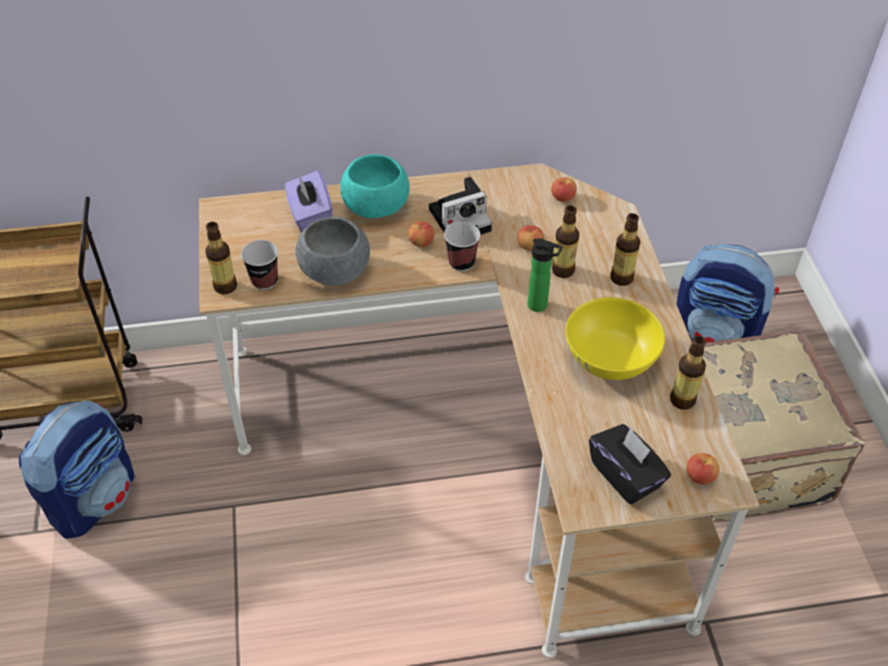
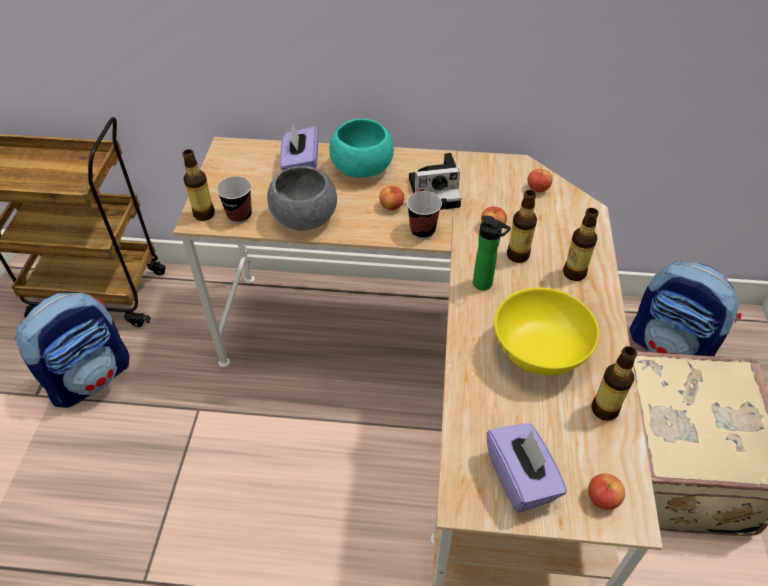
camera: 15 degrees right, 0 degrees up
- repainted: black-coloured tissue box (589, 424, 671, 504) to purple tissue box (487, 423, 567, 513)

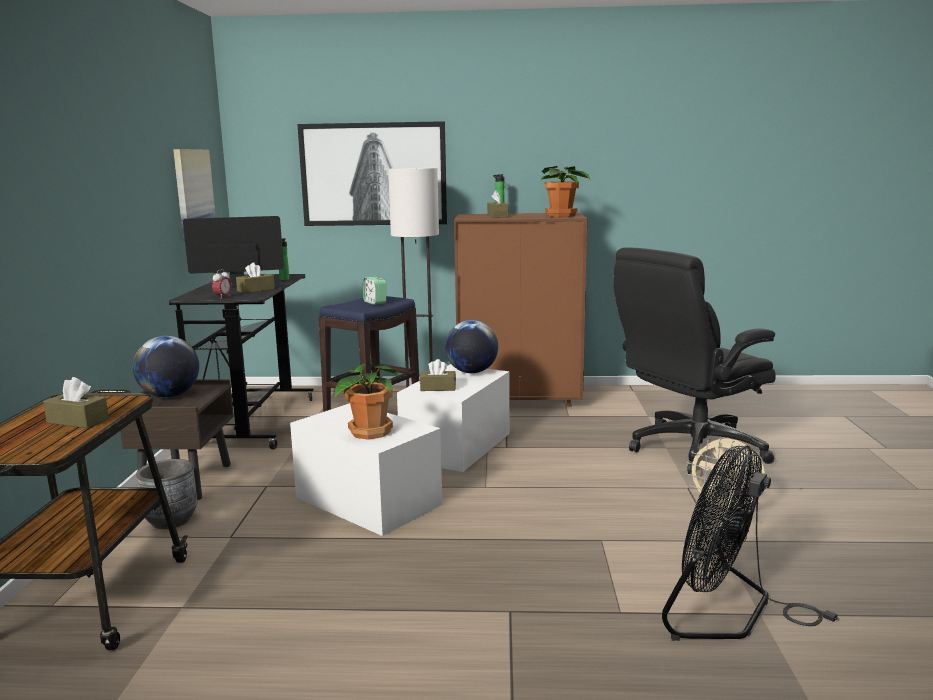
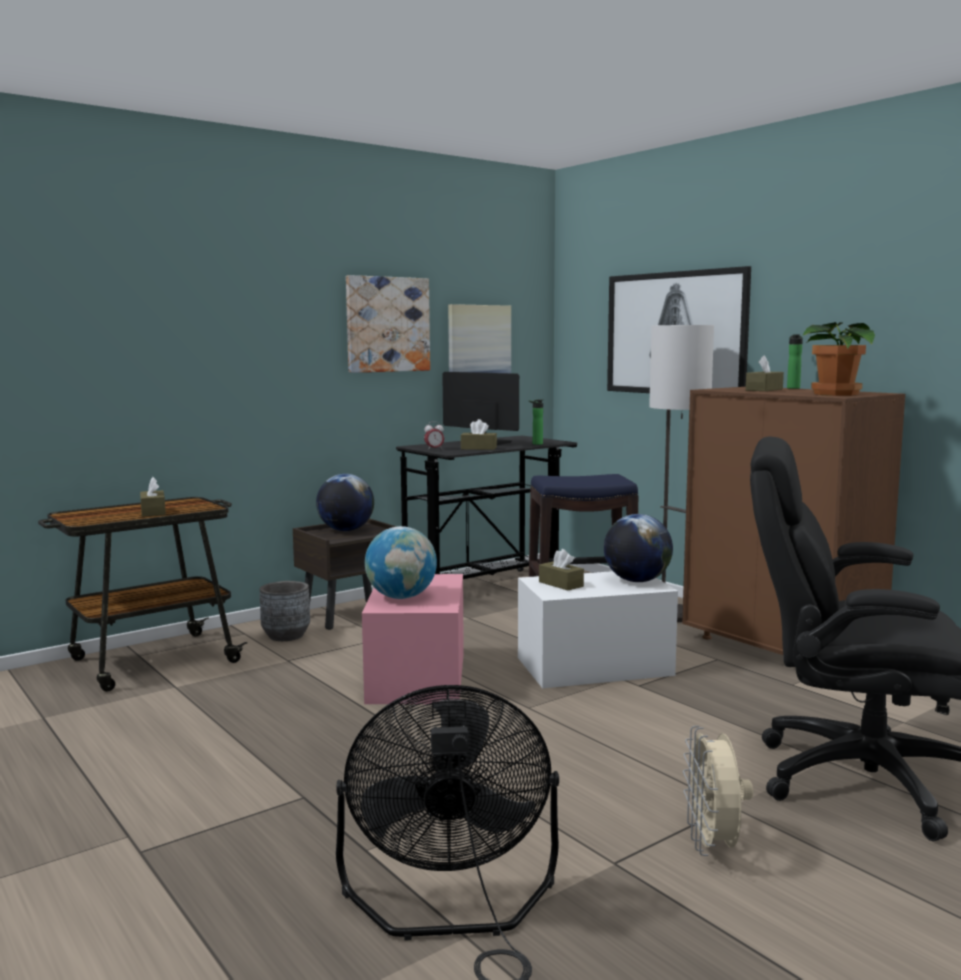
camera: 50 degrees right, 5 degrees down
- gone: bedside clock (363, 277, 386, 305)
- new: wall picture (346, 275, 430, 373)
- swapped: plant in a pot (335, 364, 398, 440) to world globe (365, 526, 437, 599)
- repainted: whitish storage container (290, 403, 442, 536) to pink-coloured storage container (362, 574, 464, 704)

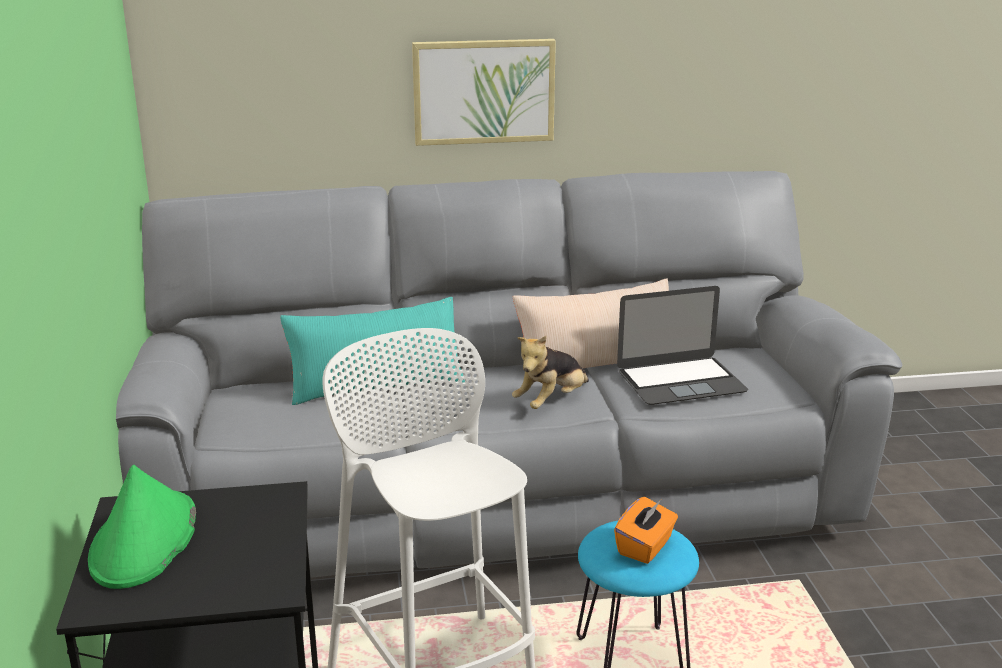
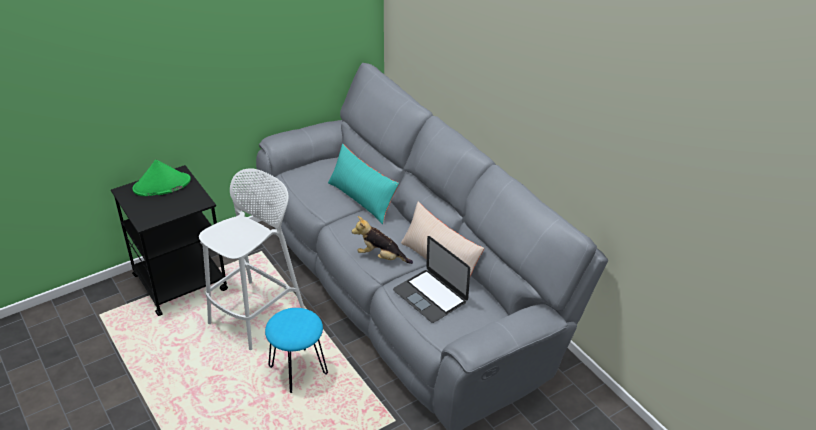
camera: 65 degrees right, 15 degrees up
- gone: wall picture (412, 39, 556, 146)
- gone: orange tissue box (614, 497, 678, 564)

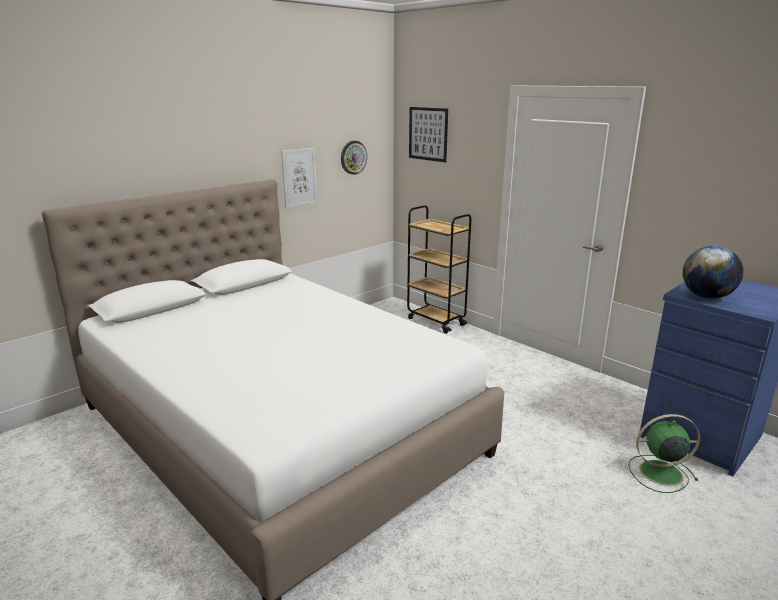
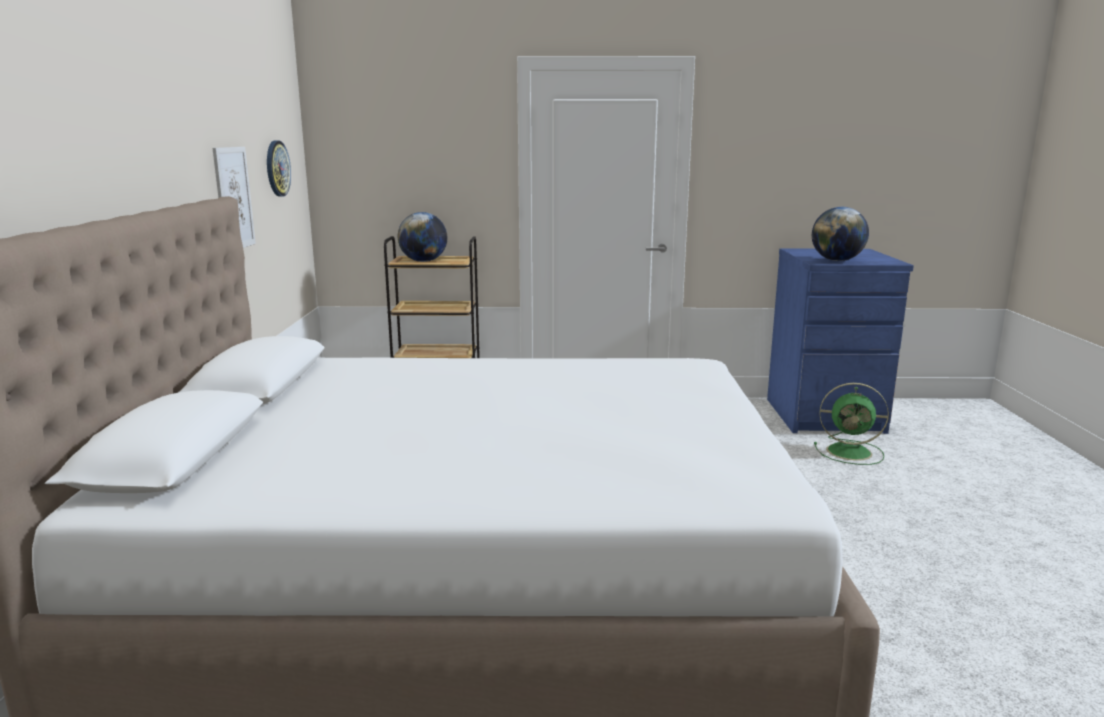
camera: 45 degrees left, 5 degrees down
- gone: wall picture (409, 107, 448, 162)
- new: world globe (398, 212, 447, 262)
- rotated: green-coloured fan (628, 414, 700, 493) = (814, 383, 889, 465) 120 degrees counterclockwise

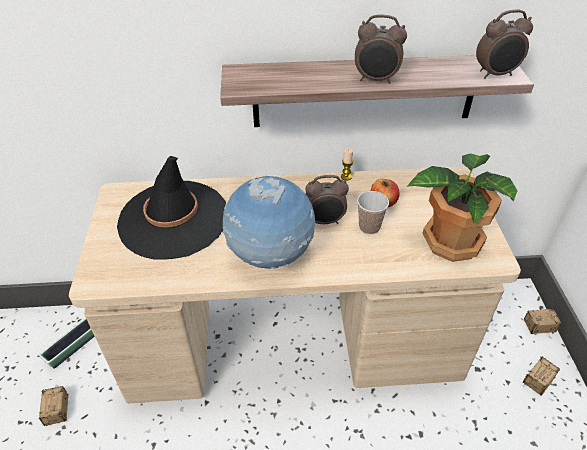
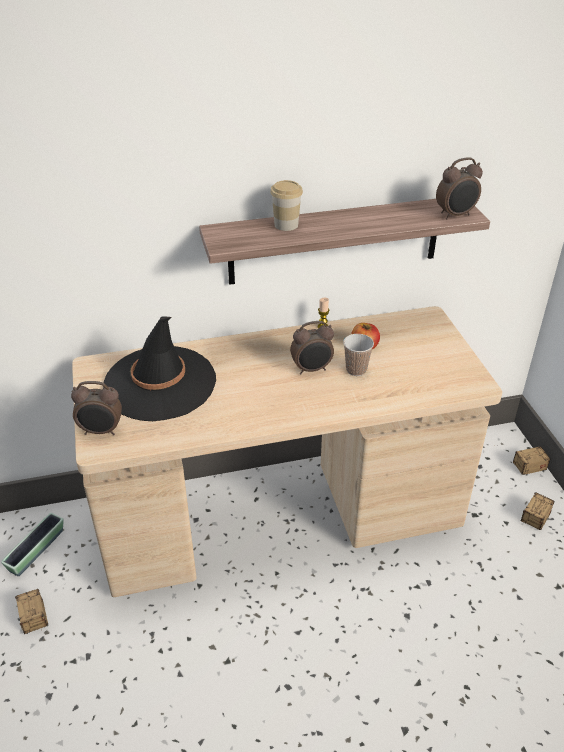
camera: 10 degrees left, 5 degrees down
- gone: world globe (223, 176, 315, 269)
- gone: plant in a pot (407, 153, 518, 262)
- new: drinking cup (270, 180, 303, 231)
- shifted: bedside clock (355, 15, 407, 84) to (71, 381, 122, 435)

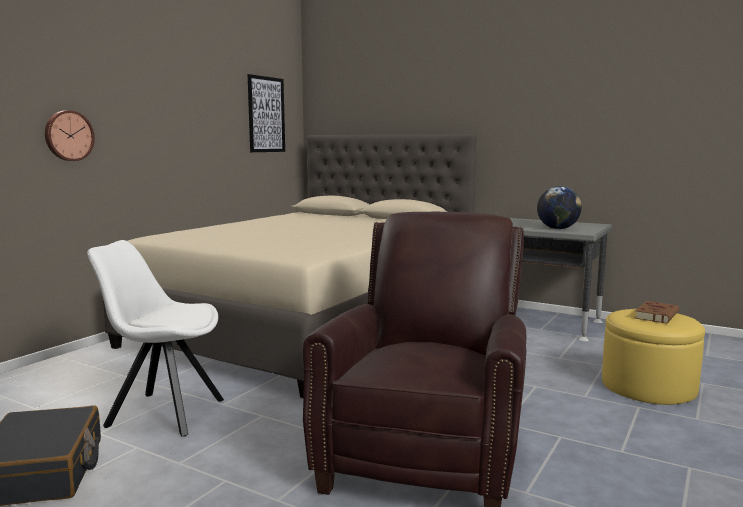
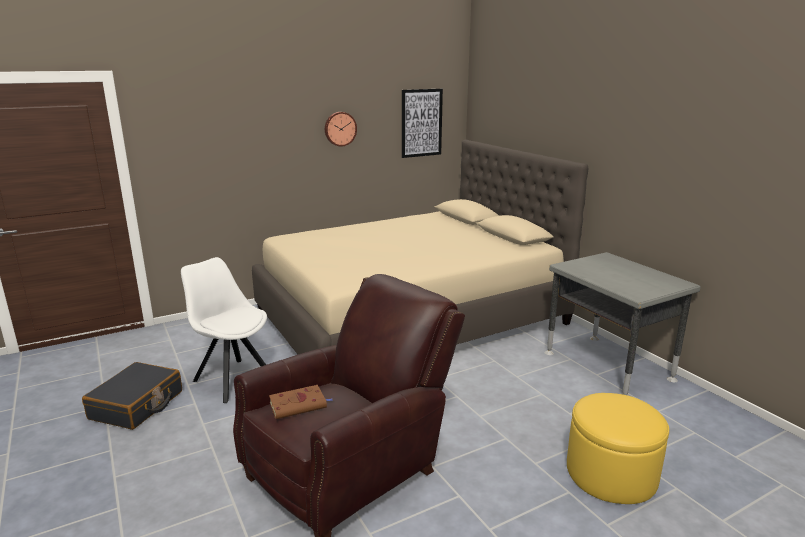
camera: 30 degrees right, 10 degrees up
- gone: world globe (537, 186, 582, 229)
- shifted: hanging clock (45, 110, 95, 161) to (325, 112, 357, 146)
- shifted: brownish book (635, 301, 679, 323) to (269, 385, 333, 419)

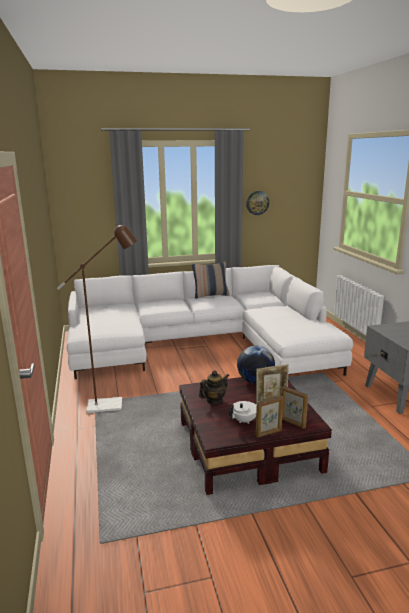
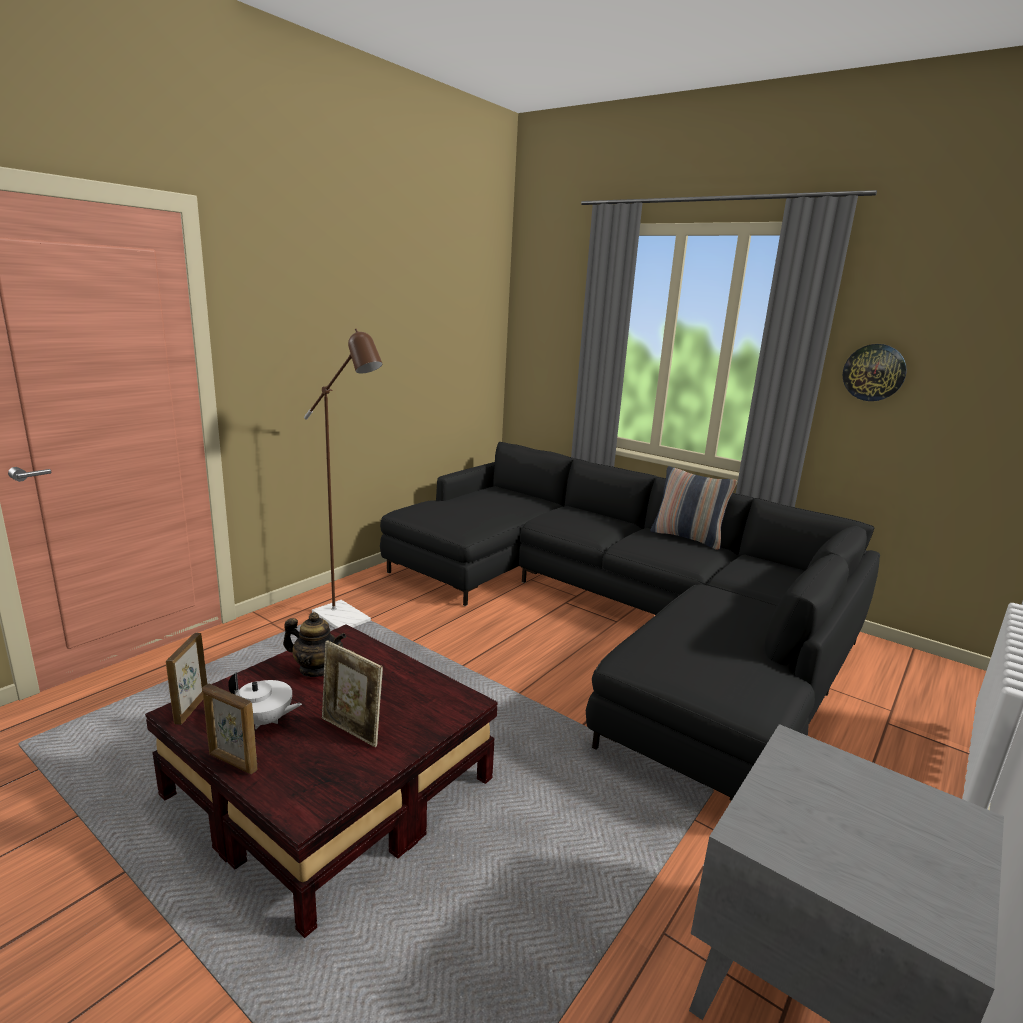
camera: 50 degrees right, 0 degrees up
- gone: world globe (237, 346, 275, 384)
- shifted: picture frame (282, 386, 308, 429) to (166, 633, 207, 725)
- repainted: whitish settee (67, 265, 353, 379) to black-coloured settee (380, 442, 880, 801)

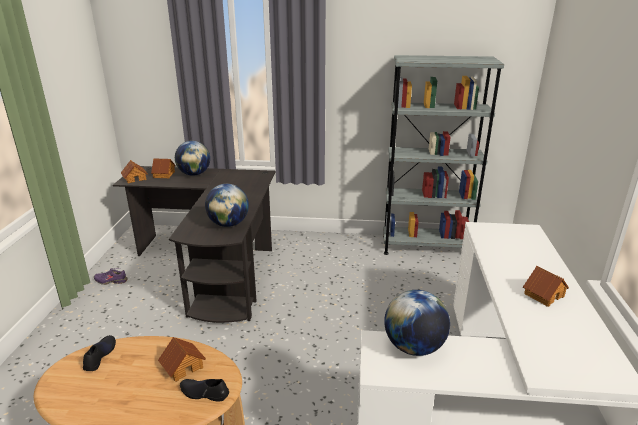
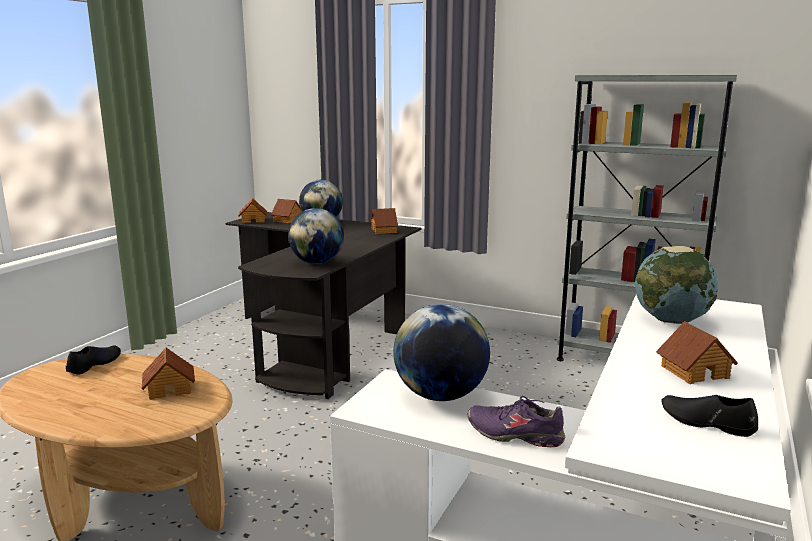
camera: 20 degrees right, 10 degrees down
- new: toy house (370, 208, 398, 234)
- new: world globe (635, 246, 718, 324)
- shifted: purple shoe (94, 268, 128, 285) to (468, 396, 565, 447)
- shifted: black-coloured shoe (180, 379, 229, 401) to (661, 395, 758, 437)

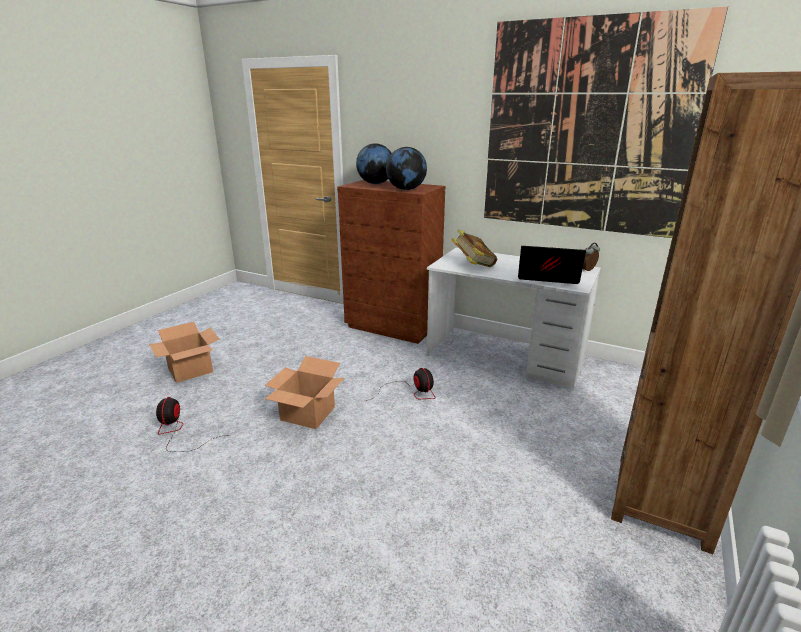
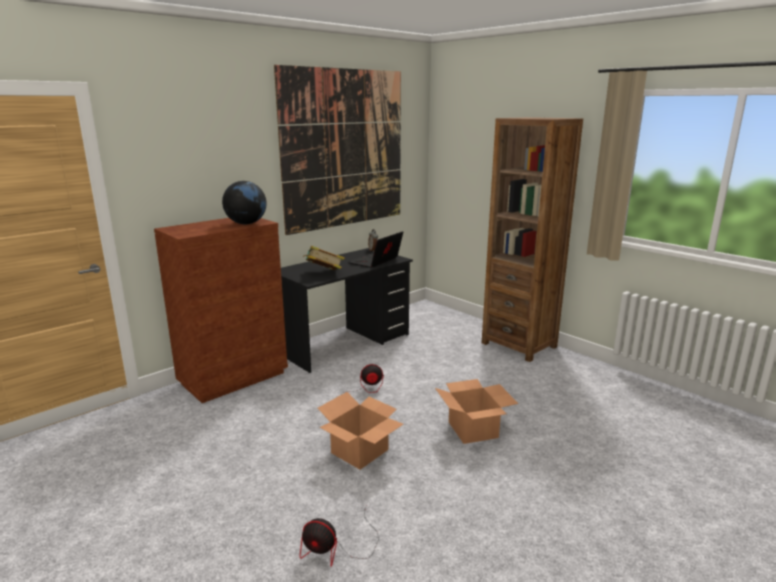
camera: 70 degrees left, 5 degrees down
- gone: world globe (356, 143, 392, 184)
- shifted: packing box (149, 322, 219, 383) to (435, 379, 518, 444)
- repainted: whitish desk table (427, 247, 601, 391) to black-coloured desk table (281, 248, 413, 373)

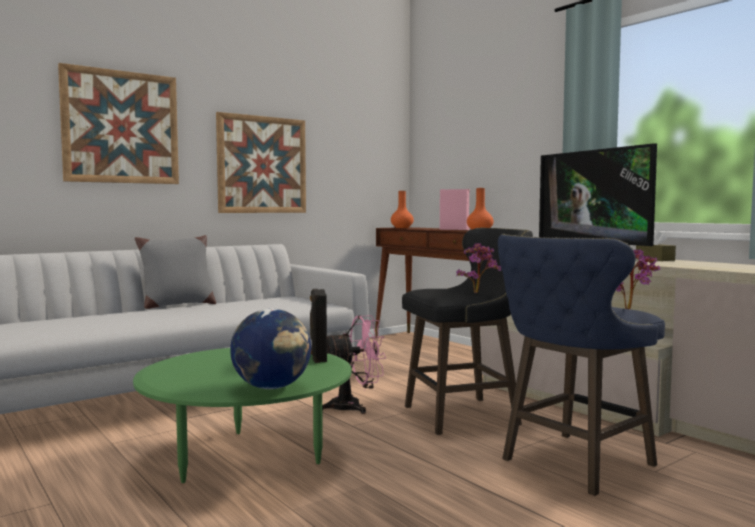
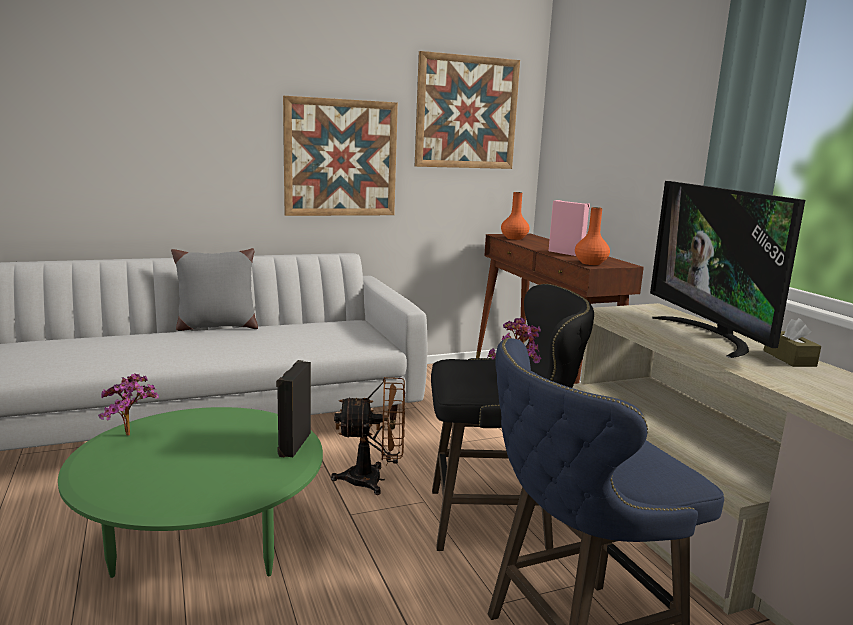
camera: 15 degrees right, 10 degrees up
- gone: world globe (230, 309, 311, 389)
- shifted: wall picture (58, 63, 179, 184) to (415, 51, 520, 169)
- shifted: plant in a pot (616, 249, 660, 309) to (98, 373, 159, 436)
- repainted: pink-coloured fan (322, 315, 386, 414) to brownish fan (331, 377, 405, 495)

